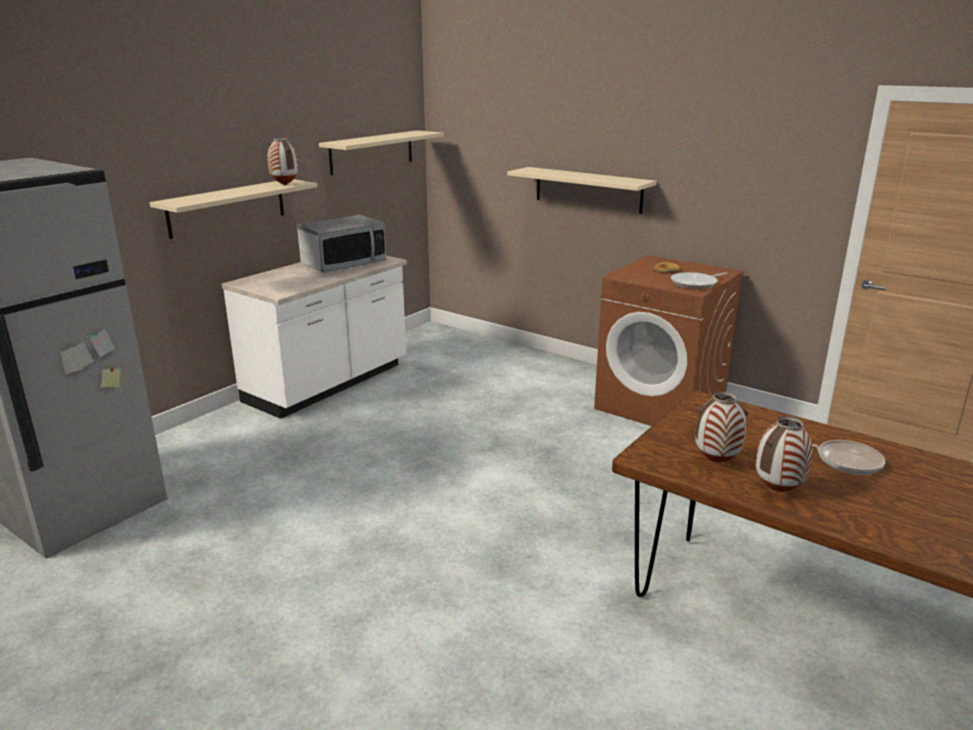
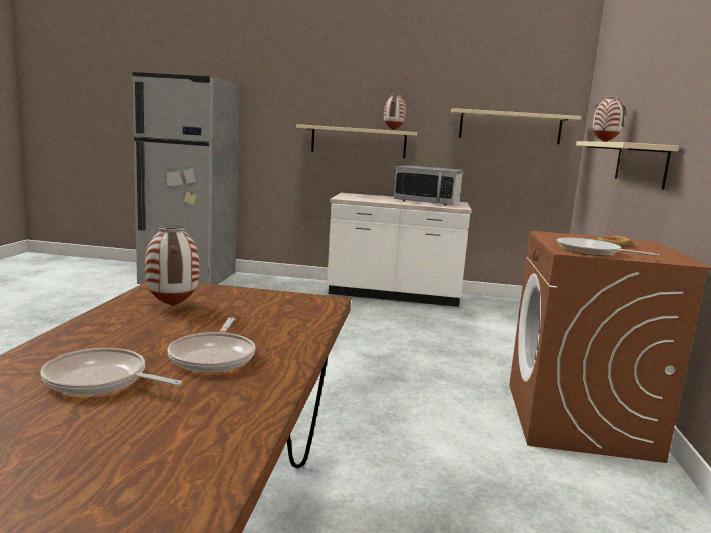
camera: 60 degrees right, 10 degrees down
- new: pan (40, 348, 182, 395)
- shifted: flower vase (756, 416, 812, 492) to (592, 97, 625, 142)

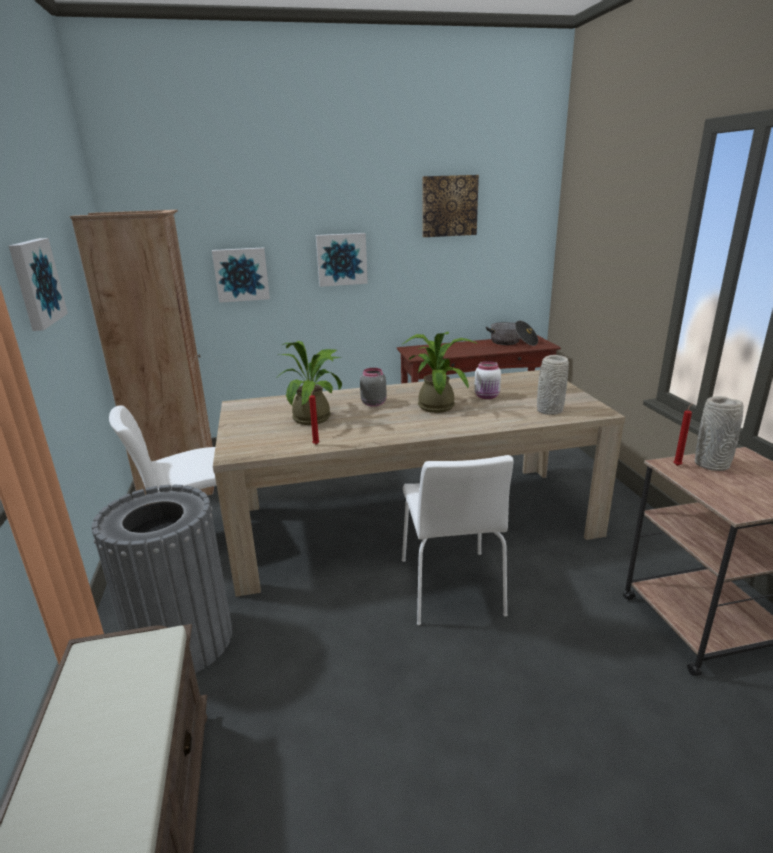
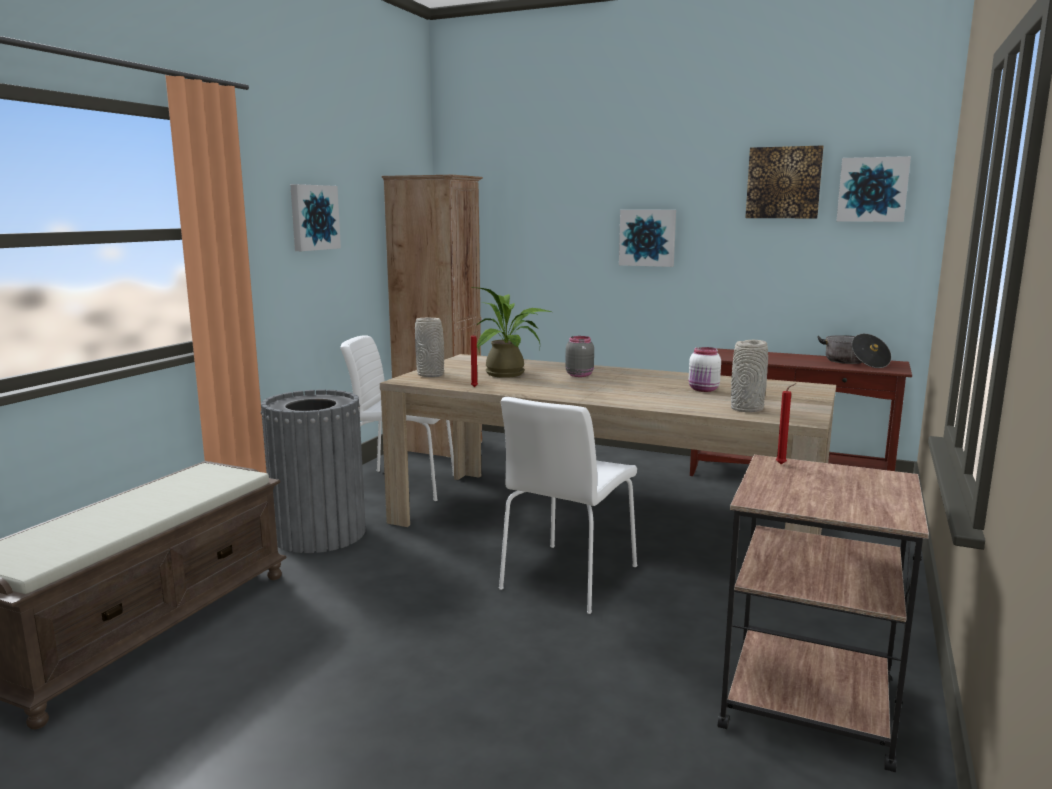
camera: 35 degrees right, 10 degrees down
- gone: plant in a pot (402, 332, 478, 413)
- shifted: wall picture (212, 247, 270, 303) to (837, 156, 911, 222)
- shifted: grey flower vase (695, 396, 744, 471) to (415, 318, 444, 377)

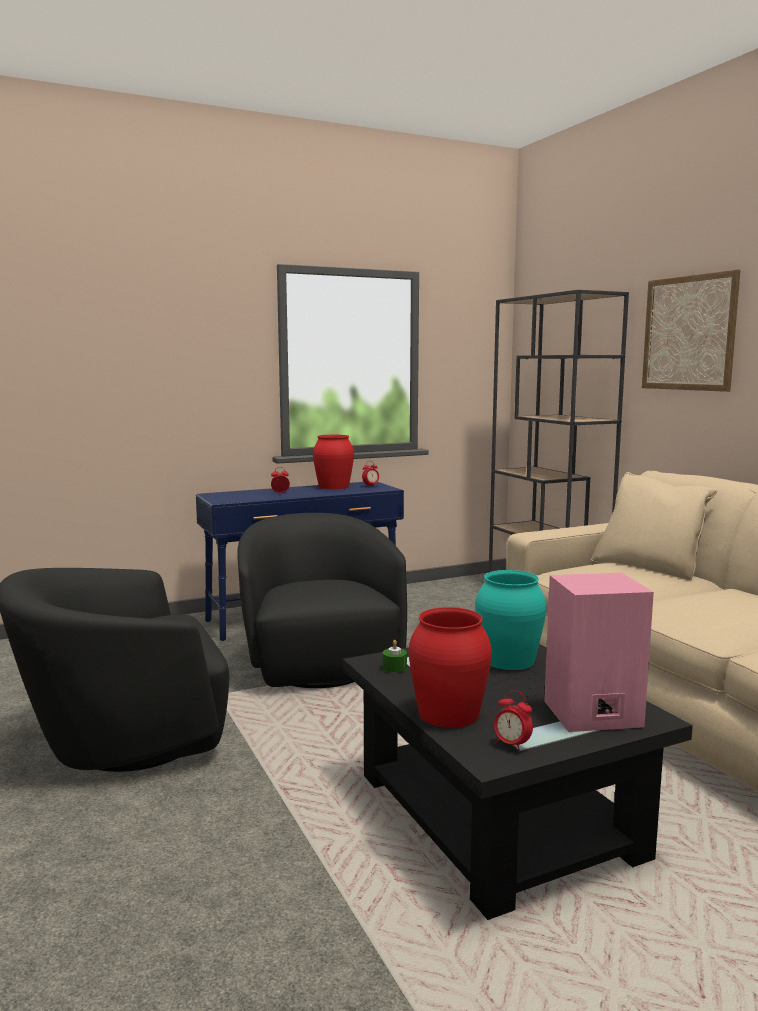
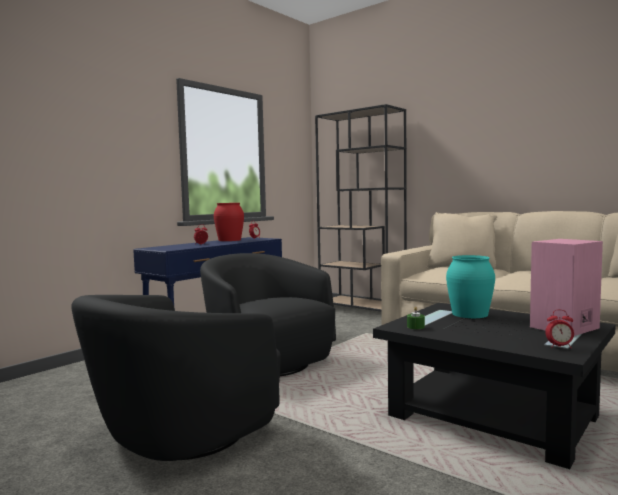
camera: 25 degrees left, 5 degrees down
- gone: red-coloured flower vase (409, 607, 492, 728)
- gone: wall picture (642, 269, 740, 392)

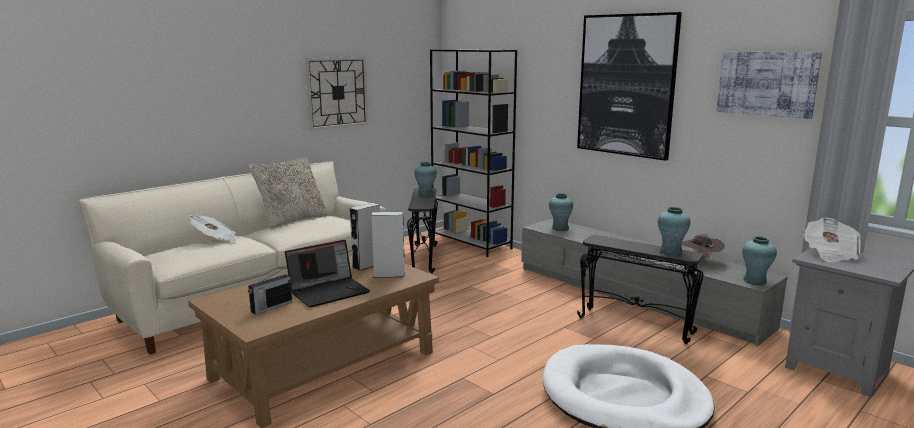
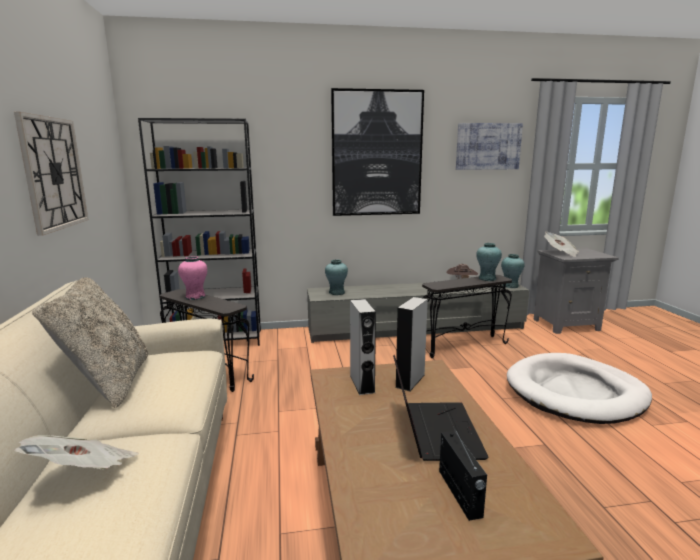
camera: 55 degrees left, 0 degrees up
- repainted: blue-green flower vase (414, 162, 437, 197) to pink-coloured flower vase (178, 256, 207, 300)

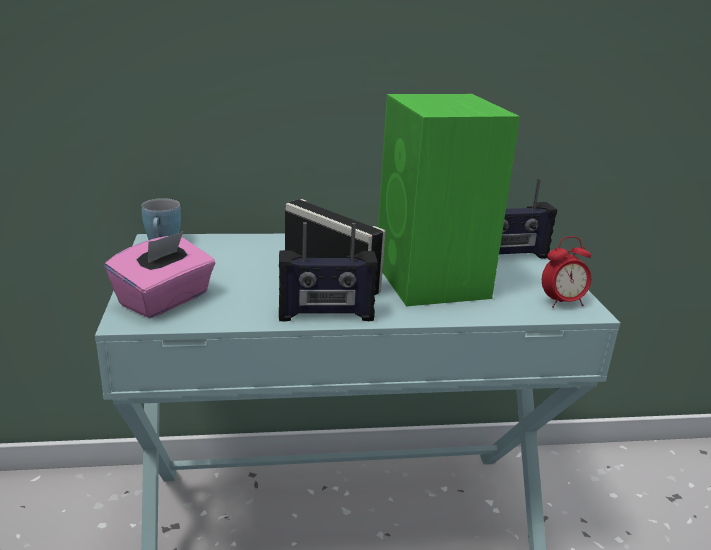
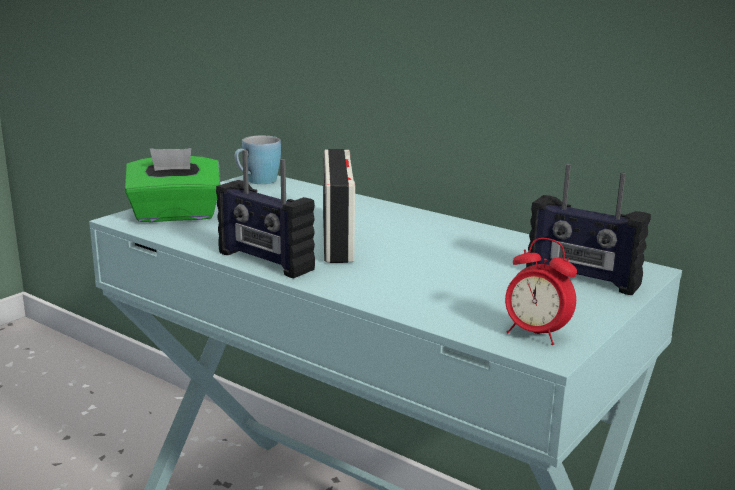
camera: 45 degrees right, 5 degrees down
- gone: green-coloured audio speaker (378, 94, 520, 306)
- repainted: pink-coloured tissue box (105, 231, 215, 319) to green-coloured tissue box (125, 148, 220, 222)

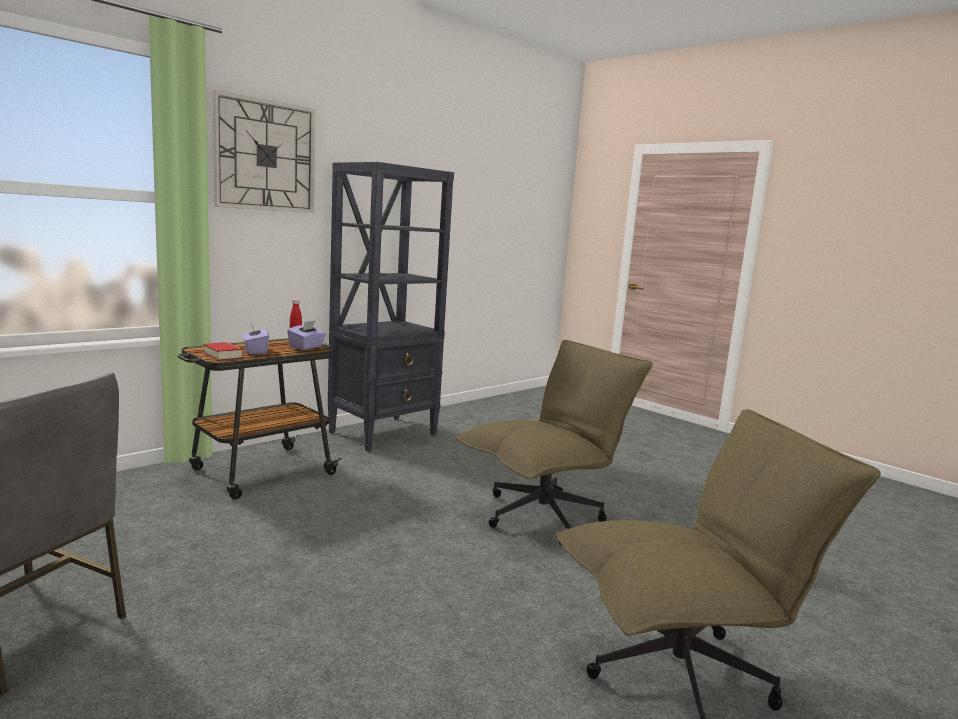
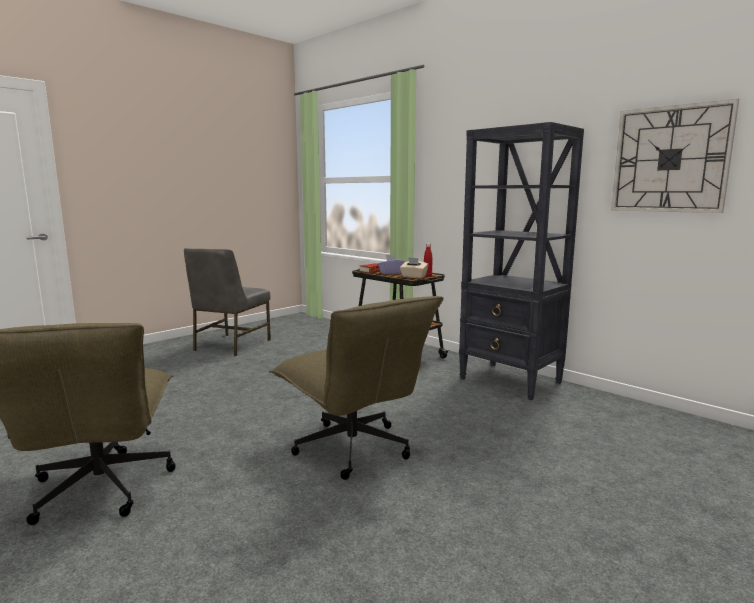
camera: 90 degrees right, 0 degrees up
- shifted: hanging clock (213, 90, 316, 213) to (611, 99, 739, 213)
- repainted: purple tissue box (287, 320, 326, 350) to sand-coloured tissue box (400, 257, 428, 278)

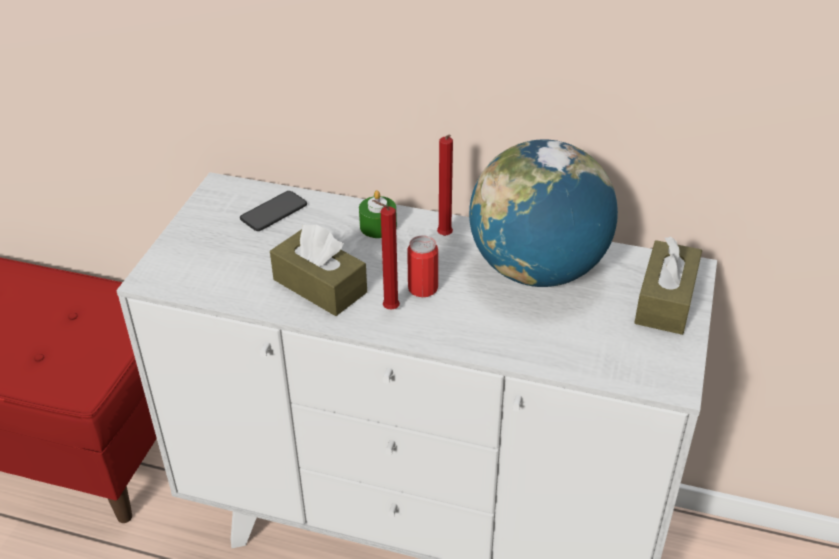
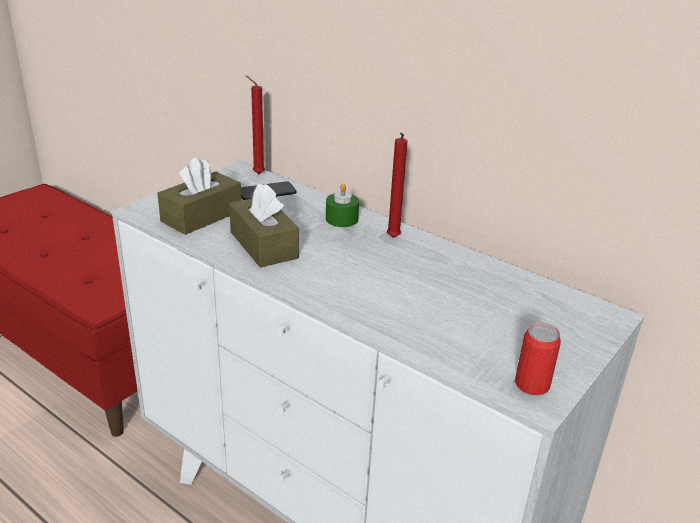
camera: 20 degrees right, 10 degrees down
- gone: world globe (469, 139, 618, 287)
- shifted: red-coloured wax light (372, 200, 400, 309) to (246, 76, 265, 174)
- shifted: metal can (407, 235, 438, 297) to (515, 322, 561, 395)
- shifted: brownish tissue box (634, 237, 702, 335) to (157, 156, 242, 235)

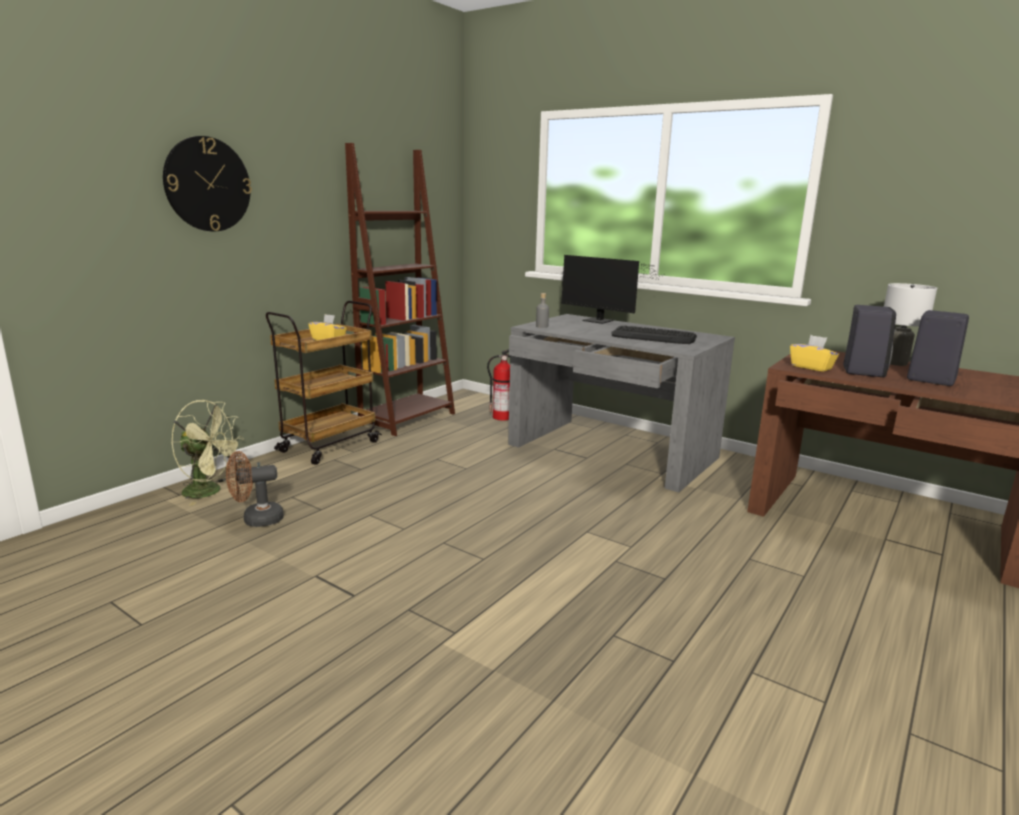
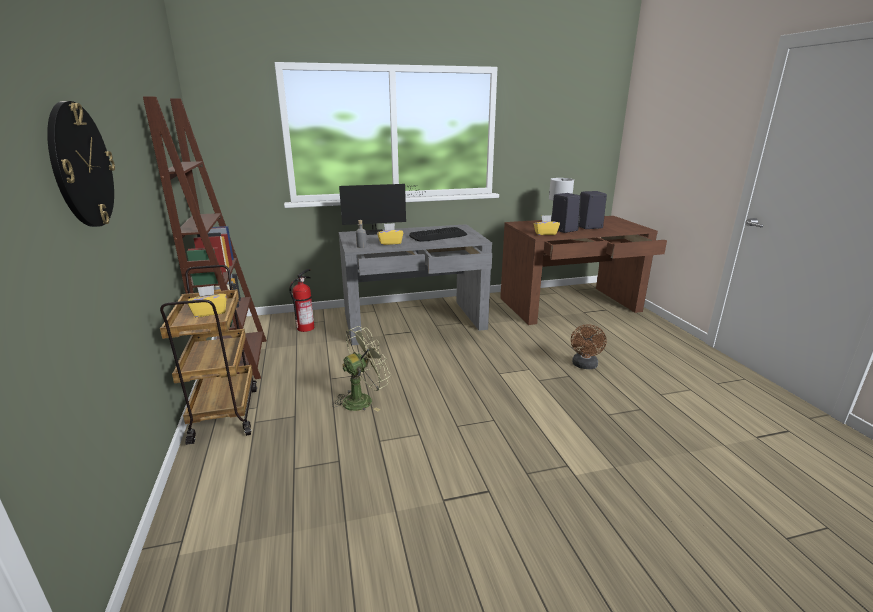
camera: 50 degrees left, 5 degrees up
- new: yellow tissue box (377, 223, 403, 245)
- shifted: green-coloured fan (172, 400, 244, 506) to (332, 326, 391, 411)
- shifted: brownish fan (226, 451, 284, 527) to (571, 324, 607, 369)

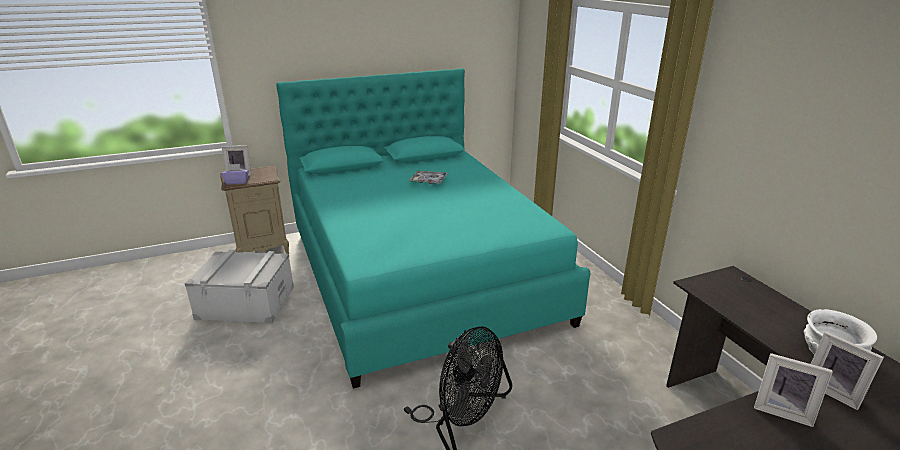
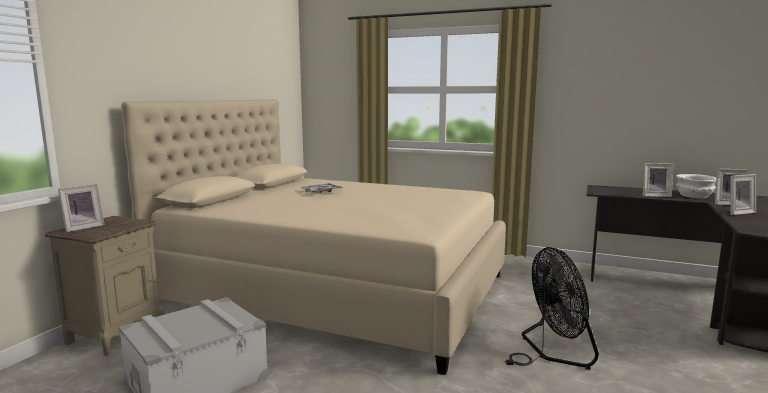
camera: 45 degrees left, 15 degrees down
- gone: purple tissue box (221, 164, 249, 184)
- new: picture frame (643, 163, 673, 197)
- repainted: blue-green sleeping bed (276, 68, 591, 389) to sand-coloured sleeping bed (121, 99, 506, 375)

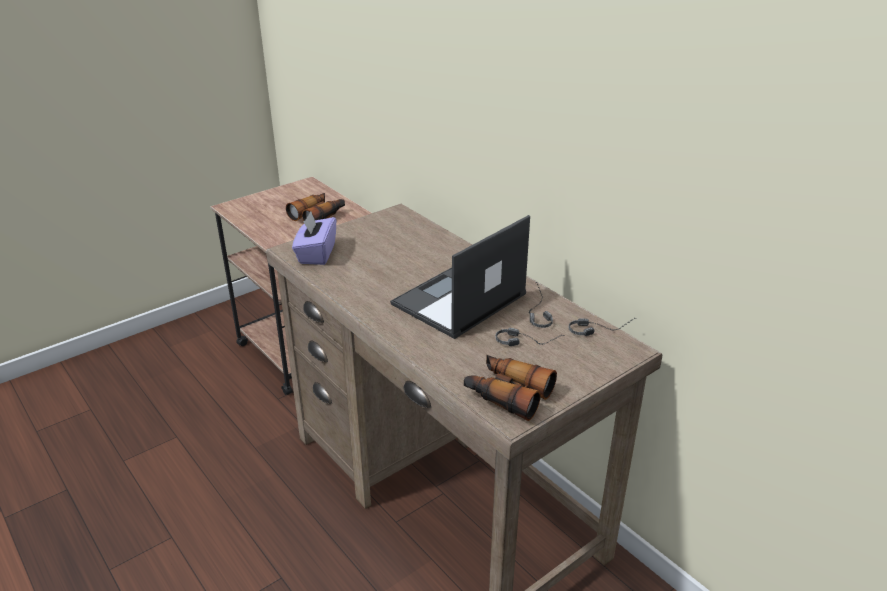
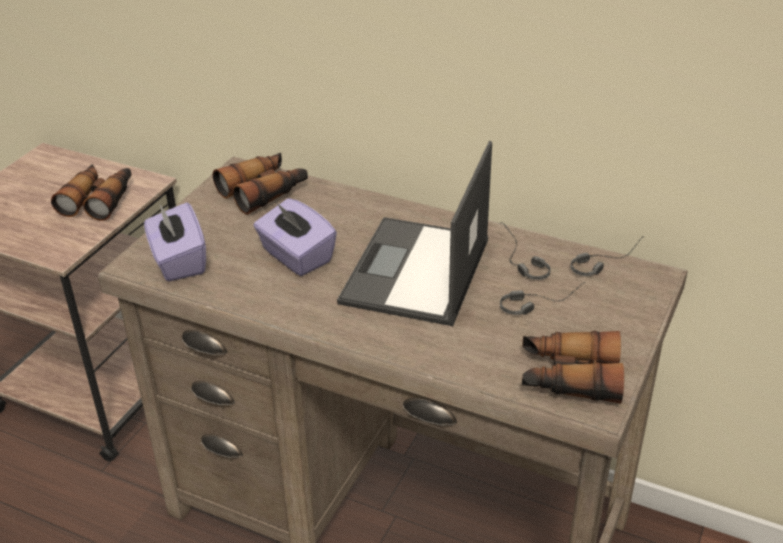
camera: 25 degrees left, 5 degrees up
- new: pair of binoculars (213, 153, 308, 214)
- new: purple tissue box (253, 198, 337, 276)

